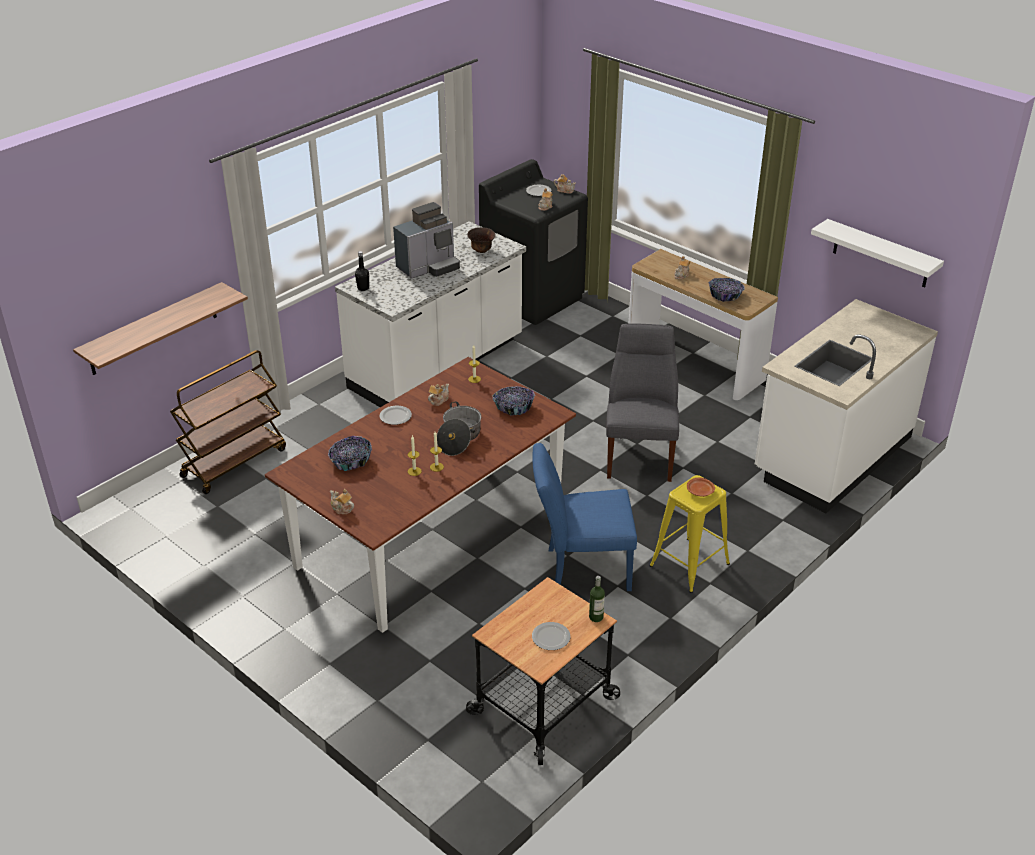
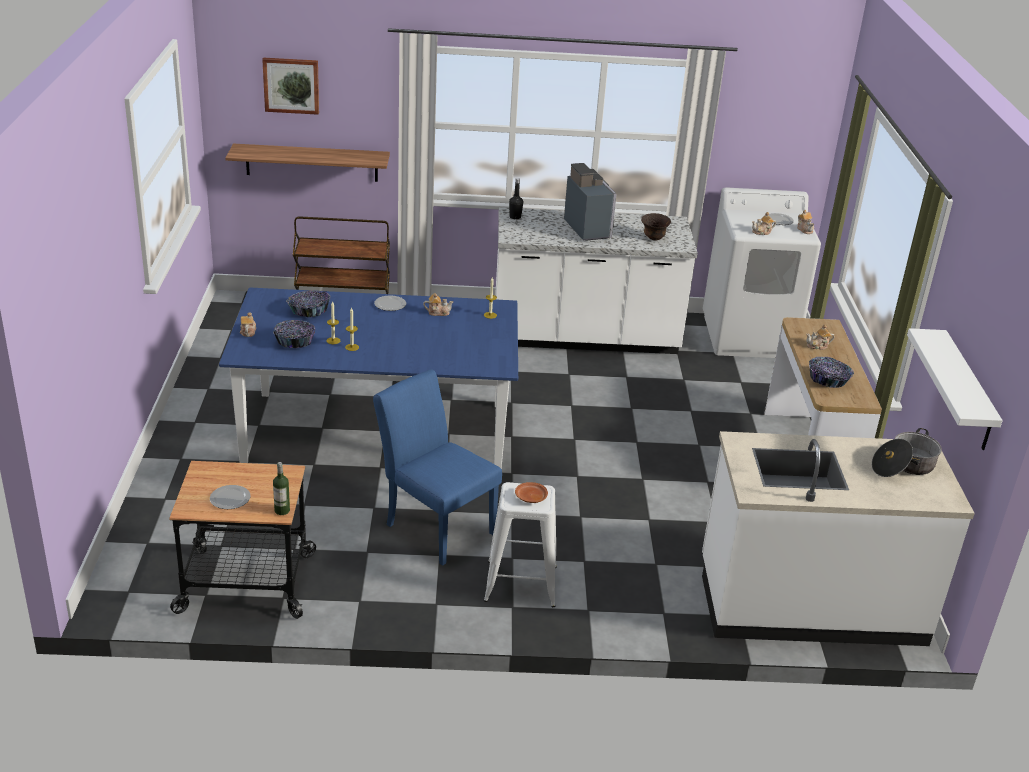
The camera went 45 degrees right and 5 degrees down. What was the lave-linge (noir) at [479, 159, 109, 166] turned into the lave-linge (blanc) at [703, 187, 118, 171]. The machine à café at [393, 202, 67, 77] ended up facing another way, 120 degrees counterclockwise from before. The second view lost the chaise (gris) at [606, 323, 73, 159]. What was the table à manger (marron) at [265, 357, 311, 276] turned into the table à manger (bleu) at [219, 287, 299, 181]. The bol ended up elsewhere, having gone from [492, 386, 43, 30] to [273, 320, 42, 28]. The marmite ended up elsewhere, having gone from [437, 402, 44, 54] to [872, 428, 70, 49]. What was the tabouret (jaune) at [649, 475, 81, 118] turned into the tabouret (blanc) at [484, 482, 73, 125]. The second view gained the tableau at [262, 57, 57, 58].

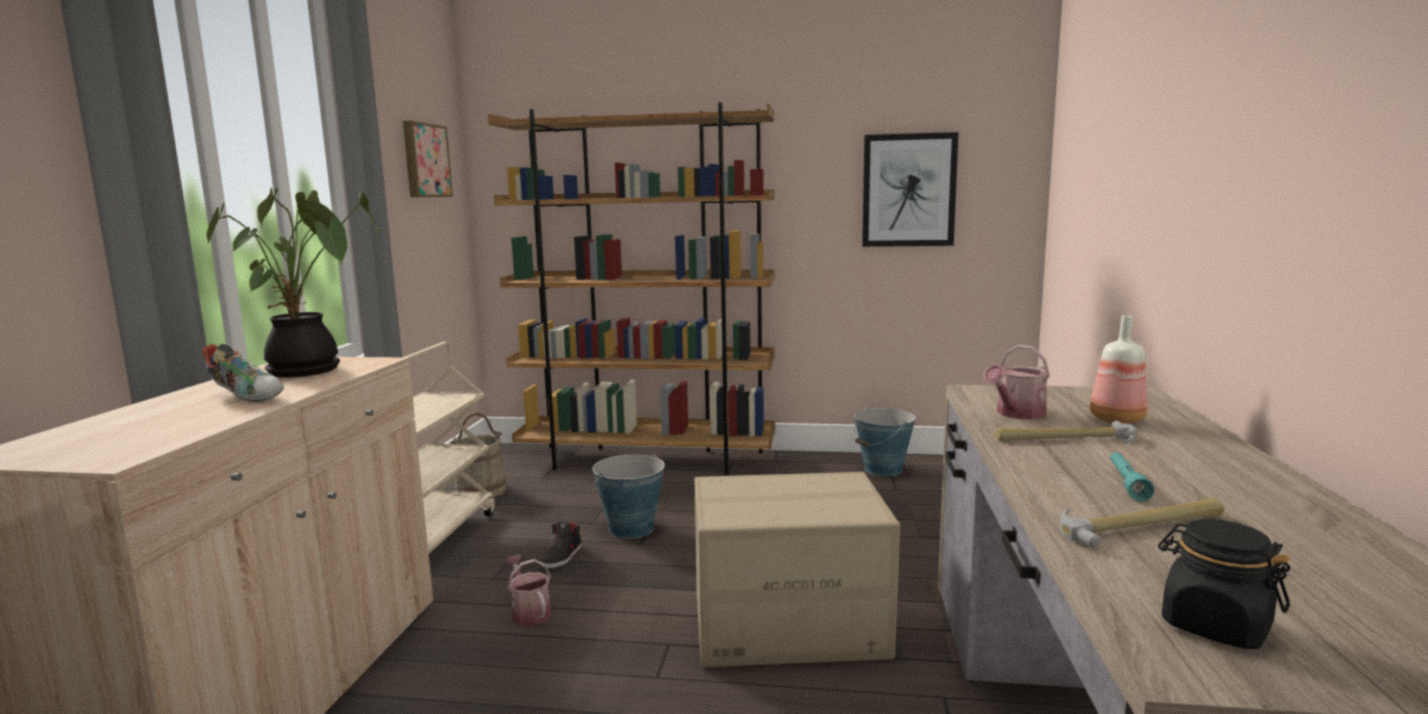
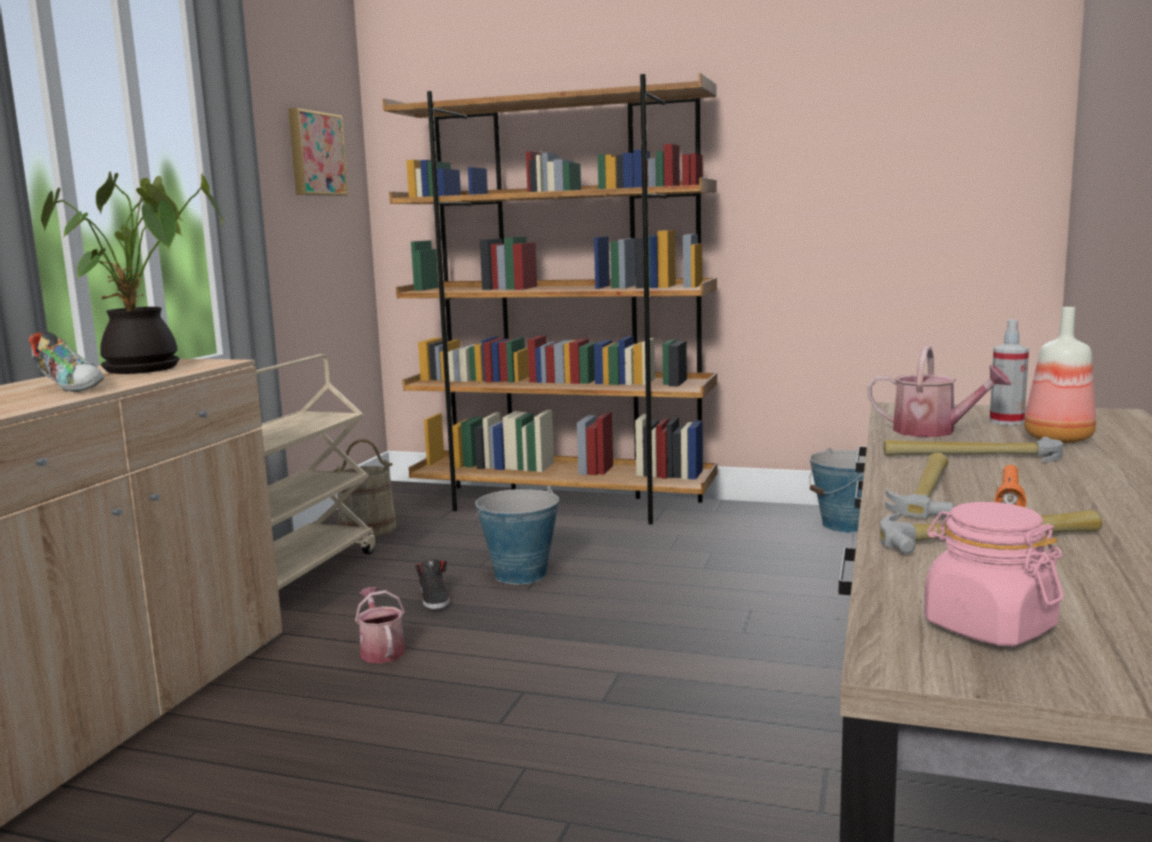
The camera went 10 degrees right and 0 degrees up. The second view lost the tableau at [862, 132, 97, 115]. The arrosoir at [984, 345, 66, 74] ended up facing another way, 120 degrees counterclockwise from before. What was the lampe de poche (turquoise) at [1110, 452, 44, 49] turned into the lampe de poche (orange) at [995, 465, 32, 42]. The second view lost the carton at [695, 472, 205, 195]. What was the bocal (noir) at [1158, 519, 132, 130] turned into the bocal (rose) at [924, 502, 139, 144]. The chaussure (noir) at [541, 522, 41, 46] ended up facing another way, 45 degrees counterclockwise from before. The second view gained the vaporisateur at [990, 320, 39, 105]. The second view gained the marteau at [885, 453, 70, 65].

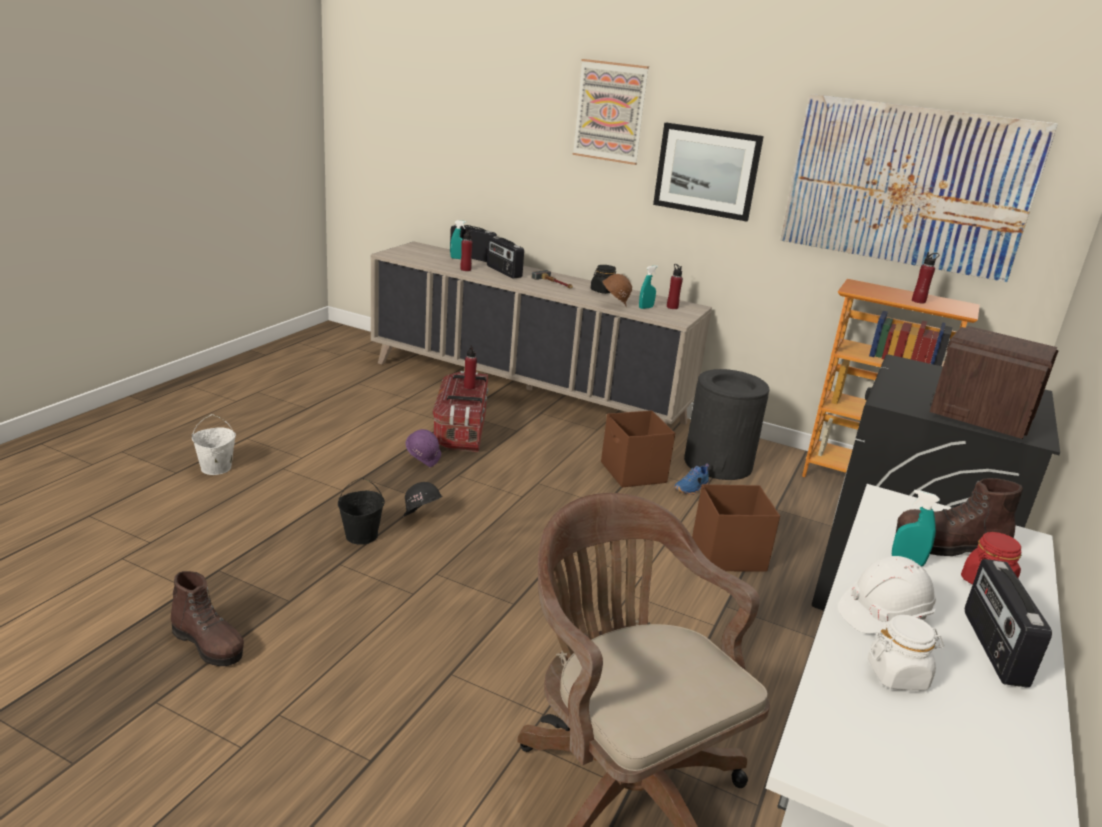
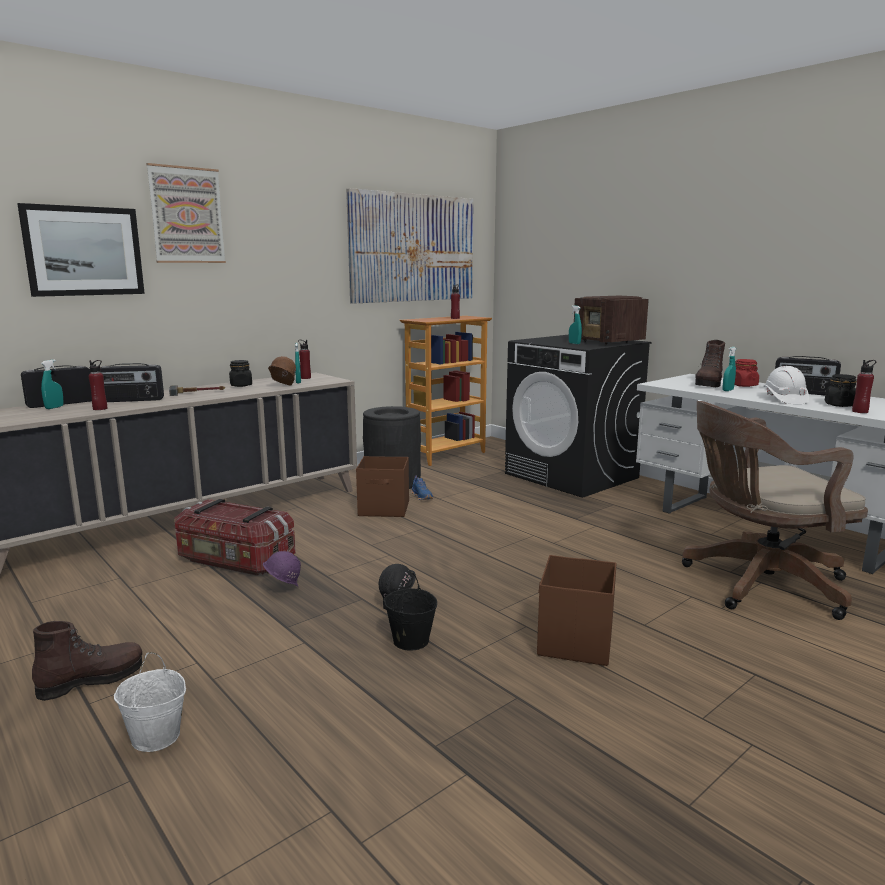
The camera went 65 degrees left and 10 degrees down. The tableau ended up elsewhere, having gone from [653, 122, 111, 100] to [17, 203, 128, 94]. The bouteille (rouge) ended up elsewhere, having gone from [464, 345, 13, 44] to [852, 360, 24, 53]. The boîte de rangement (marron) ended up elsewhere, having gone from [692, 484, 88, 88] to [537, 555, 79, 111]. The botte (marron) ended up elsewhere, having gone from [171, 571, 73, 95] to [32, 621, 110, 80]. What was the bocal (blanc) at [868, 615, 76, 75] turned into the bocal (noir) at [825, 374, 32, 33]. The second view gained the vaporisateur (turquoise) at [569, 305, 13, 39].

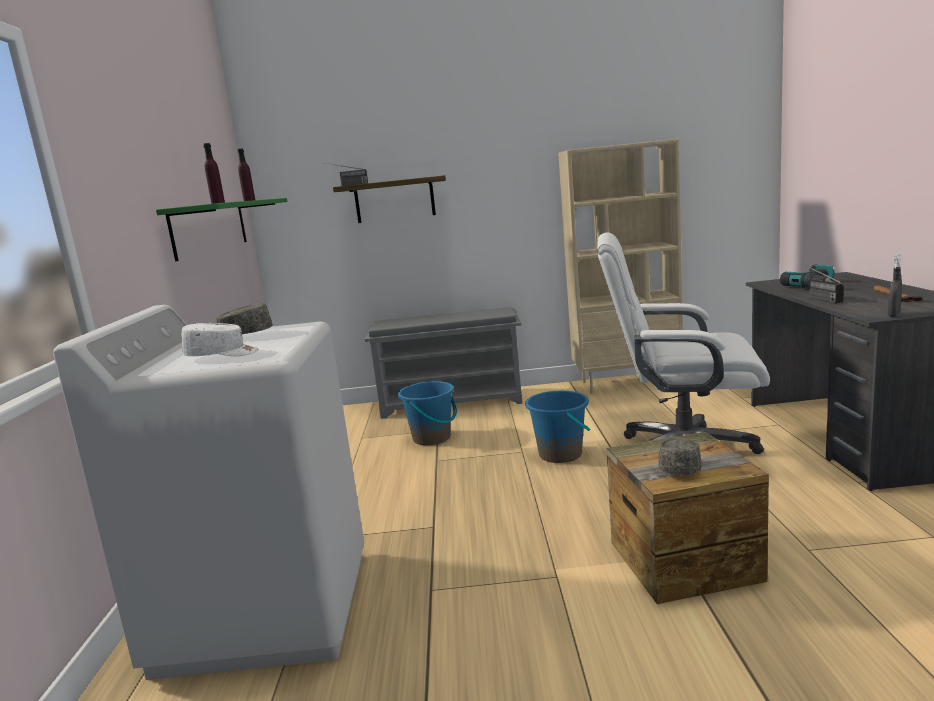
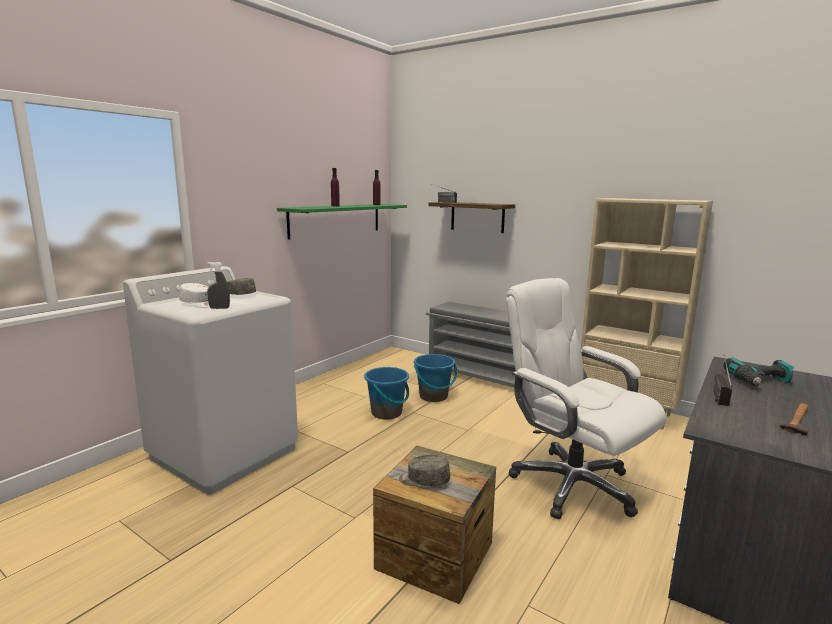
The camera went 35 degrees right and 0 degrees up. The vaporisateur (gris) ended up elsewhere, having gone from [888, 254, 14, 63] to [207, 262, 23, 47]. The seau (bleu) ended up elsewhere, having gone from [525, 391, 65, 72] to [364, 367, 45, 53]. The casquette (gris) at [659, 438, 42, 37] ended up facing another way, 135 degrees counterclockwise from before.

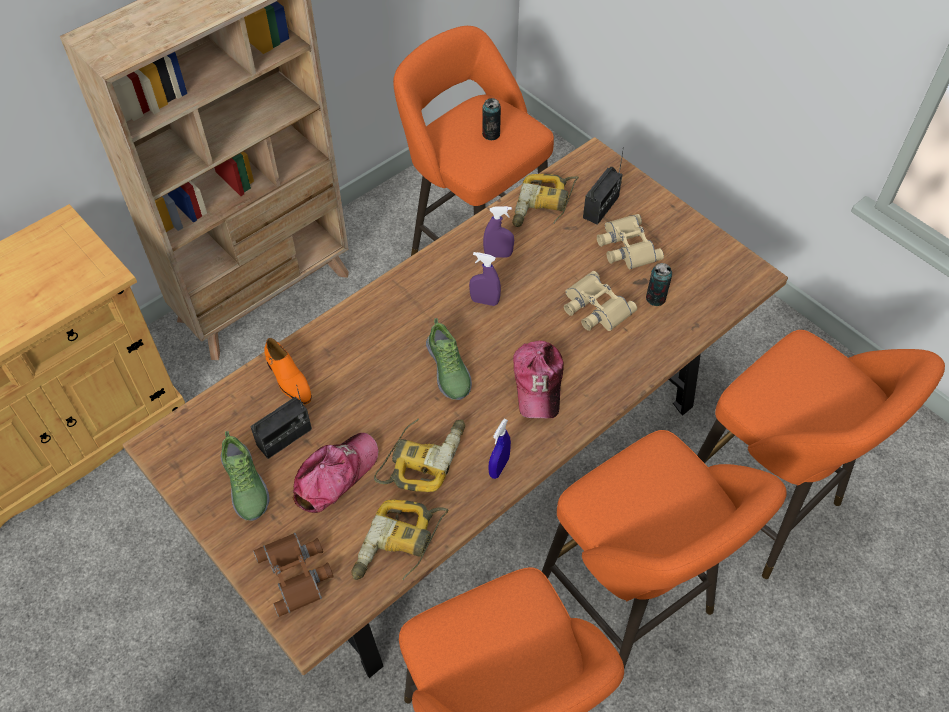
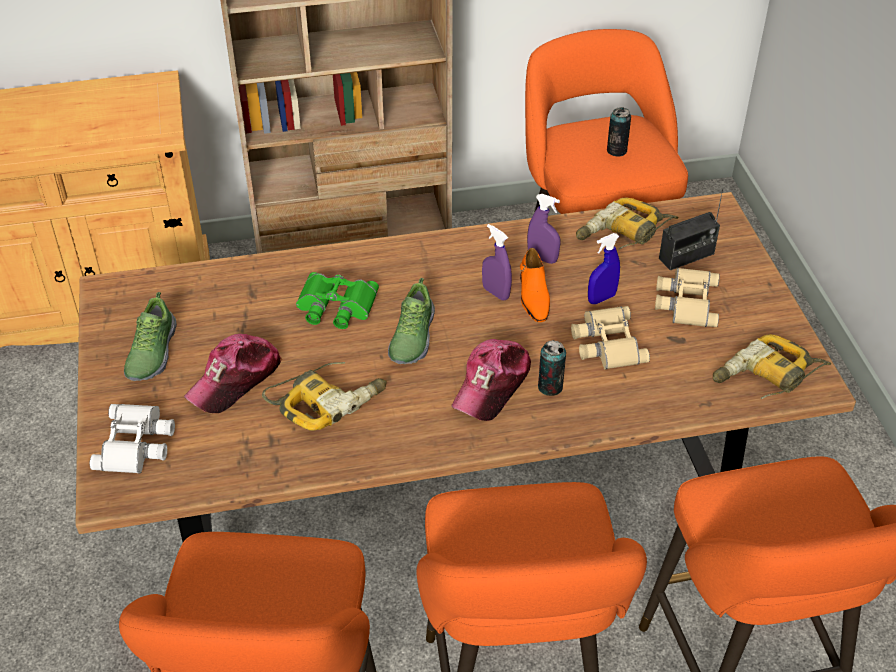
The camera went 30 degrees right and 10 degrees down. The boîte métallique ended up elsewhere, having gone from [646, 263, 26, 43] to [538, 340, 28, 56]. The chaussure (orange) ended up elsewhere, having gone from [264, 338, 48, 66] to [520, 248, 30, 74]. The second view lost the radio at [250, 385, 62, 74]. The vaporisateur (bleu) ended up elsewhere, having gone from [489, 419, 22, 60] to [588, 233, 32, 71]. The casquette at [292, 433, 86, 80] ended up facing another way, 150 degrees clockwise from before. The perceuse ended up elsewhere, having gone from [351, 499, 97, 81] to [713, 334, 118, 65]. What was the jumelles (marron) at [253, 533, 81, 84] turned into the jumelles (blanc) at [89, 404, 86, 70]. The second view gained the jumelles (vert) at [296, 272, 83, 57].

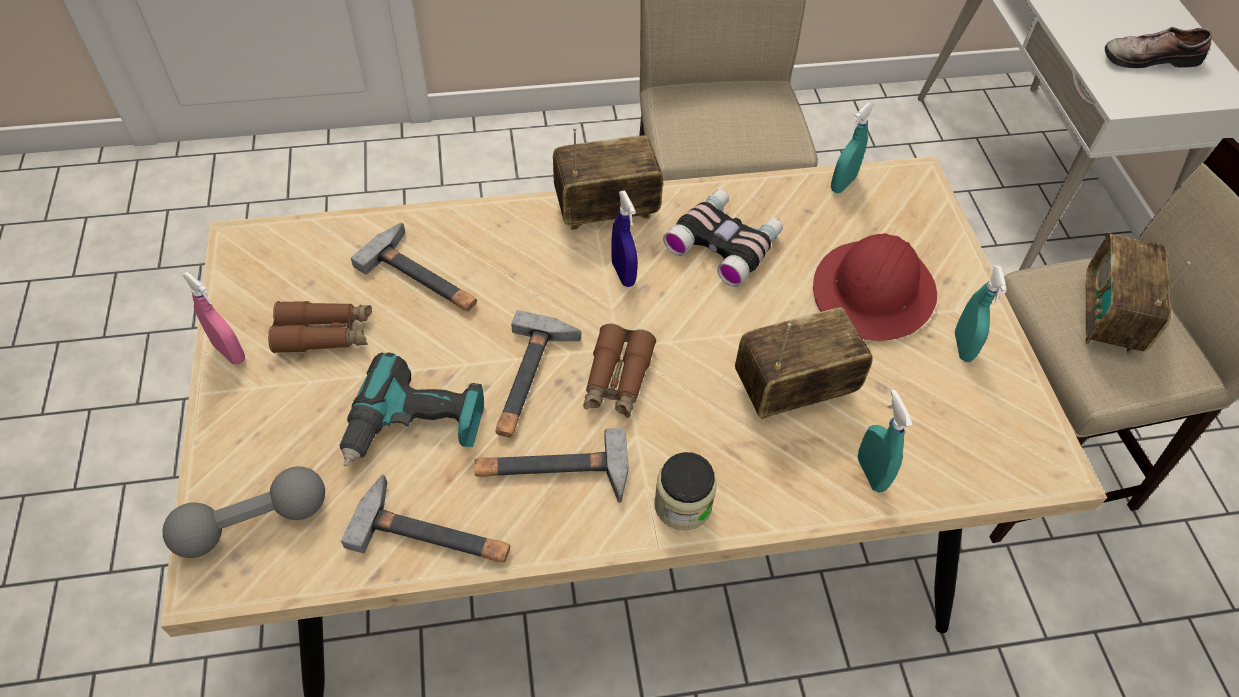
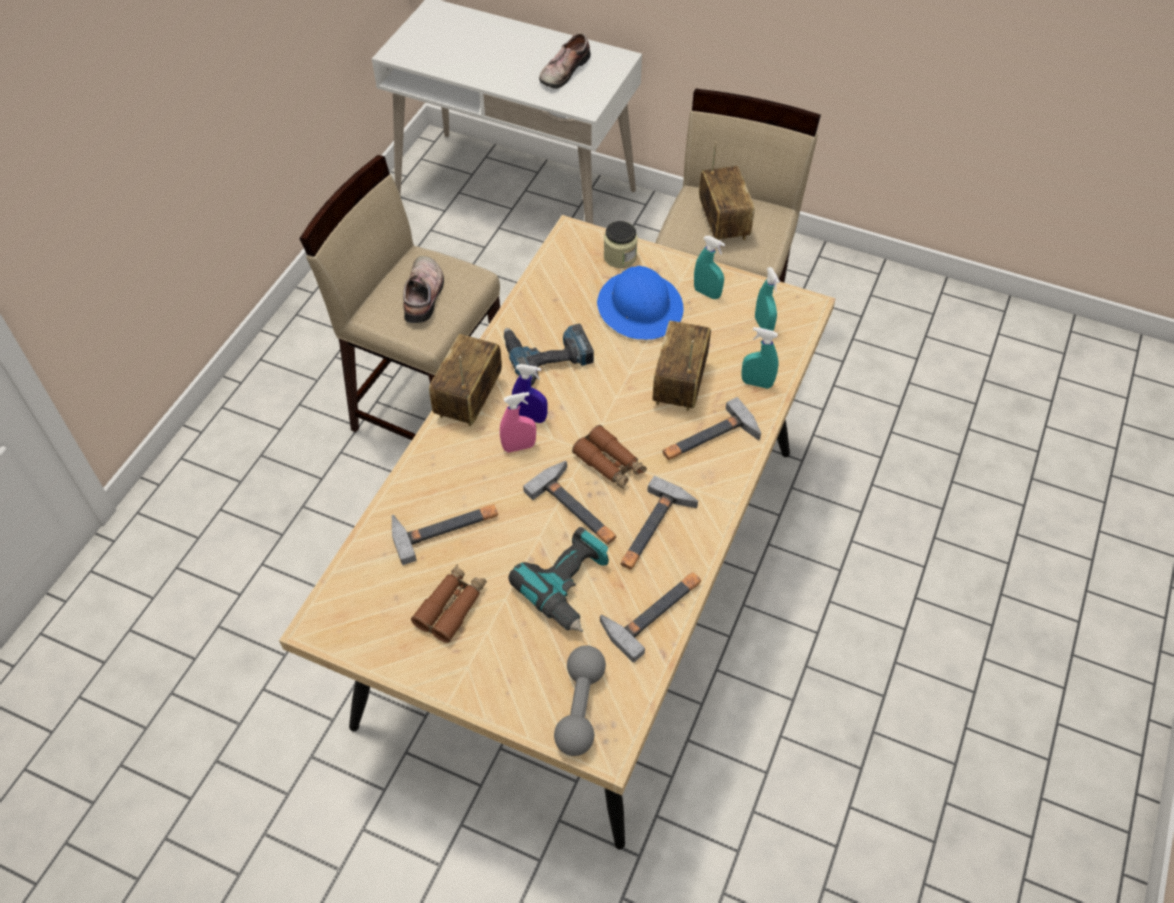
The camera went 55 degrees left and 0 degrees up. The vaporisateur (turquoise) ended up elsewhere, having gone from [831, 102, 43, 91] to [755, 267, 25, 64]. Where the jumelles stood at [663, 189, 120, 98], the perceuse came to stand at [504, 323, 90, 63]. What was the casque de chantier (rouge) at [813, 233, 124, 108] turned into the casque de chantier (bleu) at [597, 266, 87, 74]. The radio at [1085, 234, 105, 120] ended up facing another way, 150 degrees counterclockwise from before. The vaporisateur (rose) ended up elsewhere, having gone from [182, 271, 63, 94] to [500, 392, 36, 60]. The bocal ended up elsewhere, having gone from [654, 452, 63, 79] to [604, 221, 34, 47]. The second view gained the chaussure at [403, 256, 41, 67]. The second view gained the marteau at [663, 397, 98, 63].

